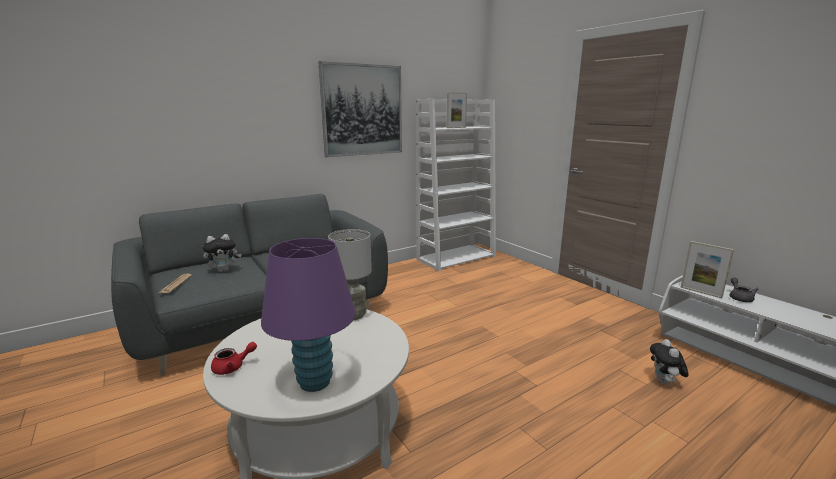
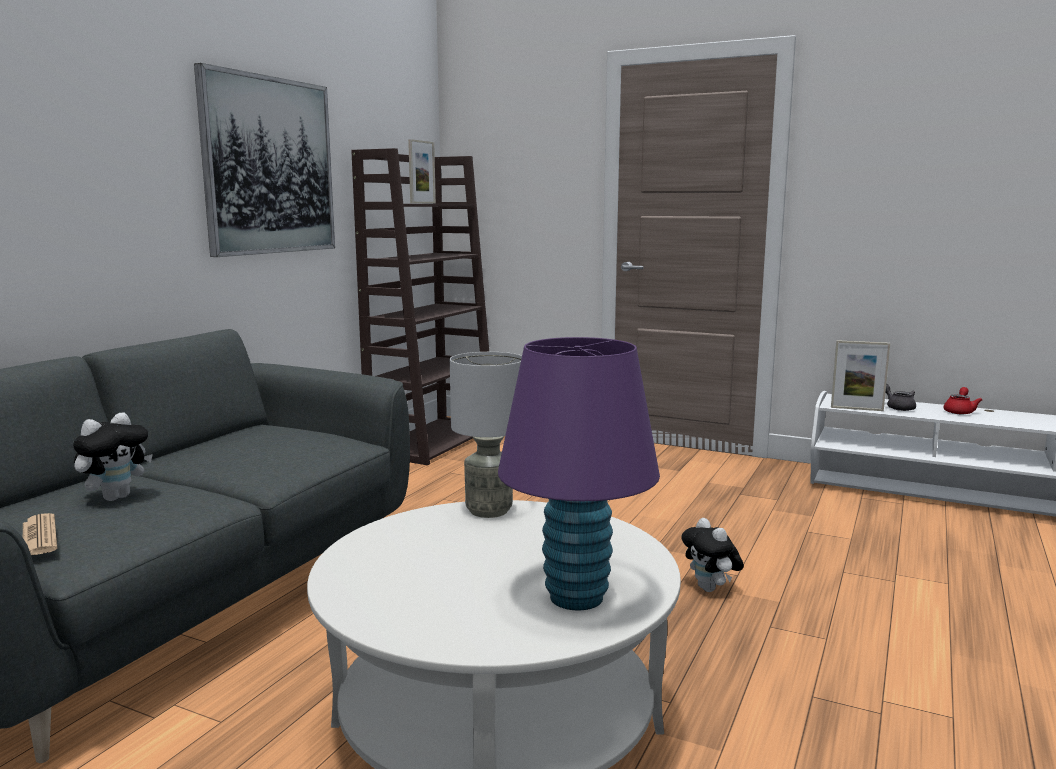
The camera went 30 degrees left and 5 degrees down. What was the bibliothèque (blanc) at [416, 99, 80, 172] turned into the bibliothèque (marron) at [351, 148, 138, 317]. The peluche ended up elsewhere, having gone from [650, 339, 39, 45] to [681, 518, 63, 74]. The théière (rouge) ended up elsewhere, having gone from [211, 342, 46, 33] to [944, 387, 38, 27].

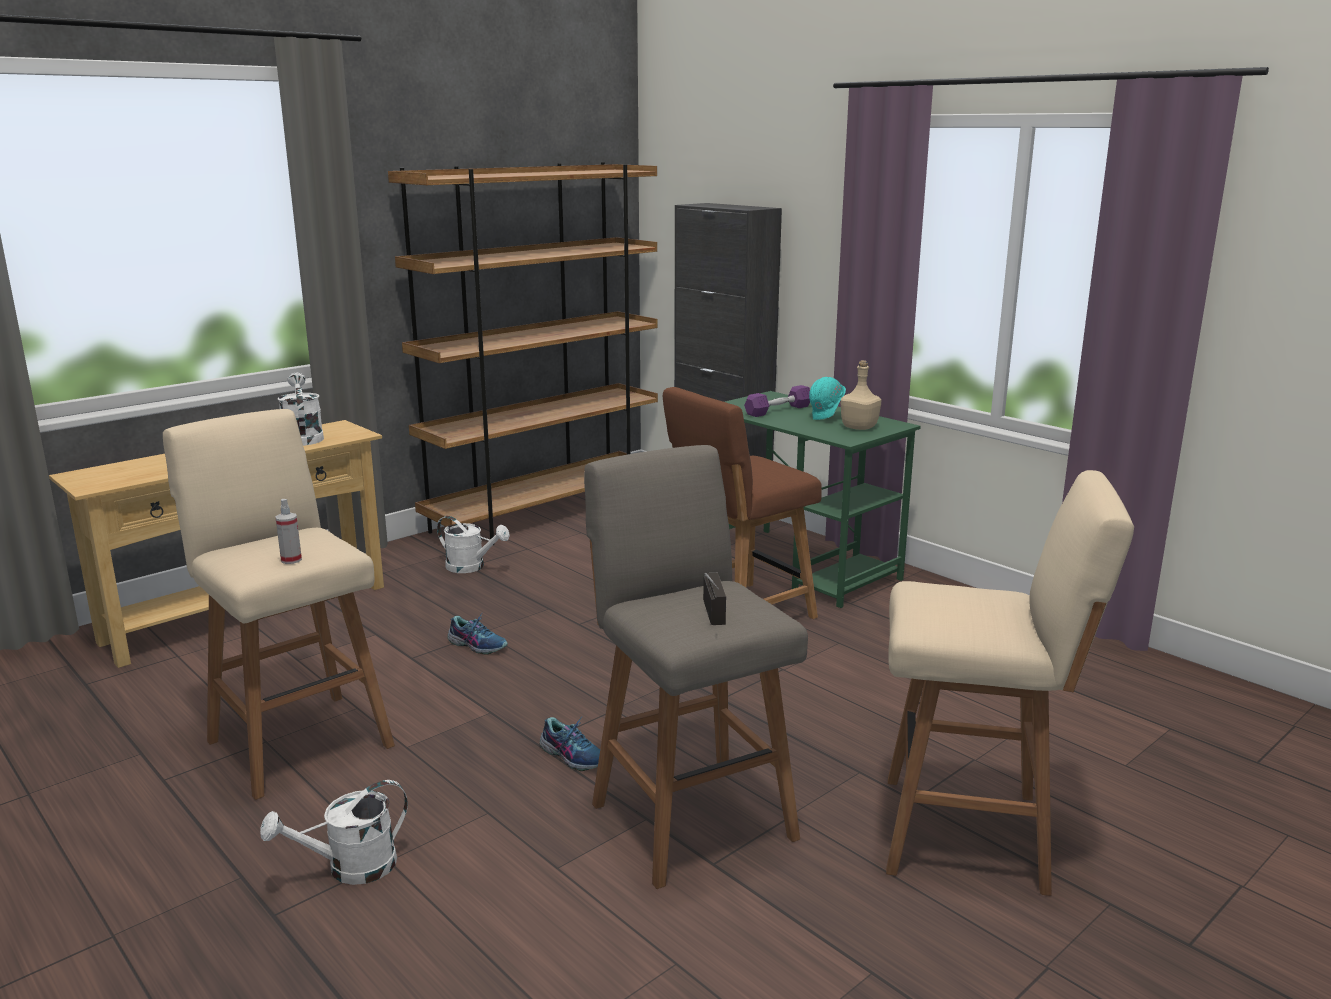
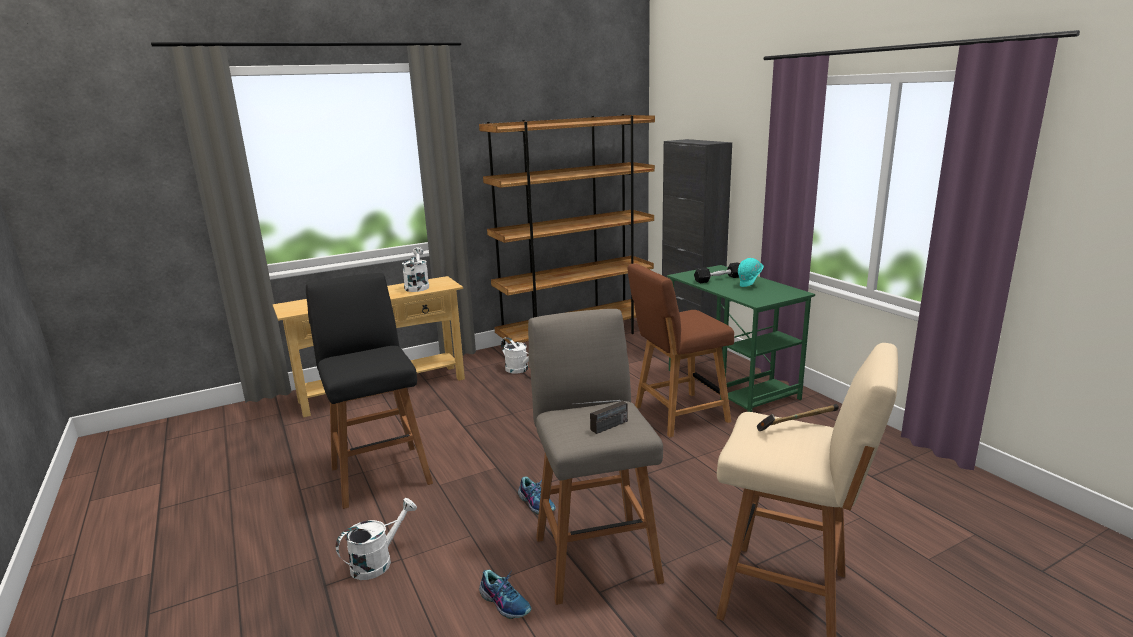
The camera went 15 degrees right and 0 degrees up. The second view lost the bouteille (beige) at [841, 360, 40, 70]. What was the haltère (violet) at [744, 385, 66, 32] turned into the haltère (noir) at [694, 262, 46, 21]. What was the tabouret (beige) at [163, 409, 232, 391] turned into the tabouret (noir) at [306, 273, 127, 236]. The second view lost the vaporisateur at [276, 499, 26, 65]. The radio at [703, 573, 23, 52] ended up facing another way, 45 degrees clockwise from before. The chaussure ended up elsewhere, having gone from [447, 613, 61, 42] to [479, 570, 53, 49]. The arrosoir (blanc) at [260, 780, 148, 105] ended up facing another way, 150 degrees clockwise from before. The second view gained the marteau at [756, 404, 83, 27].

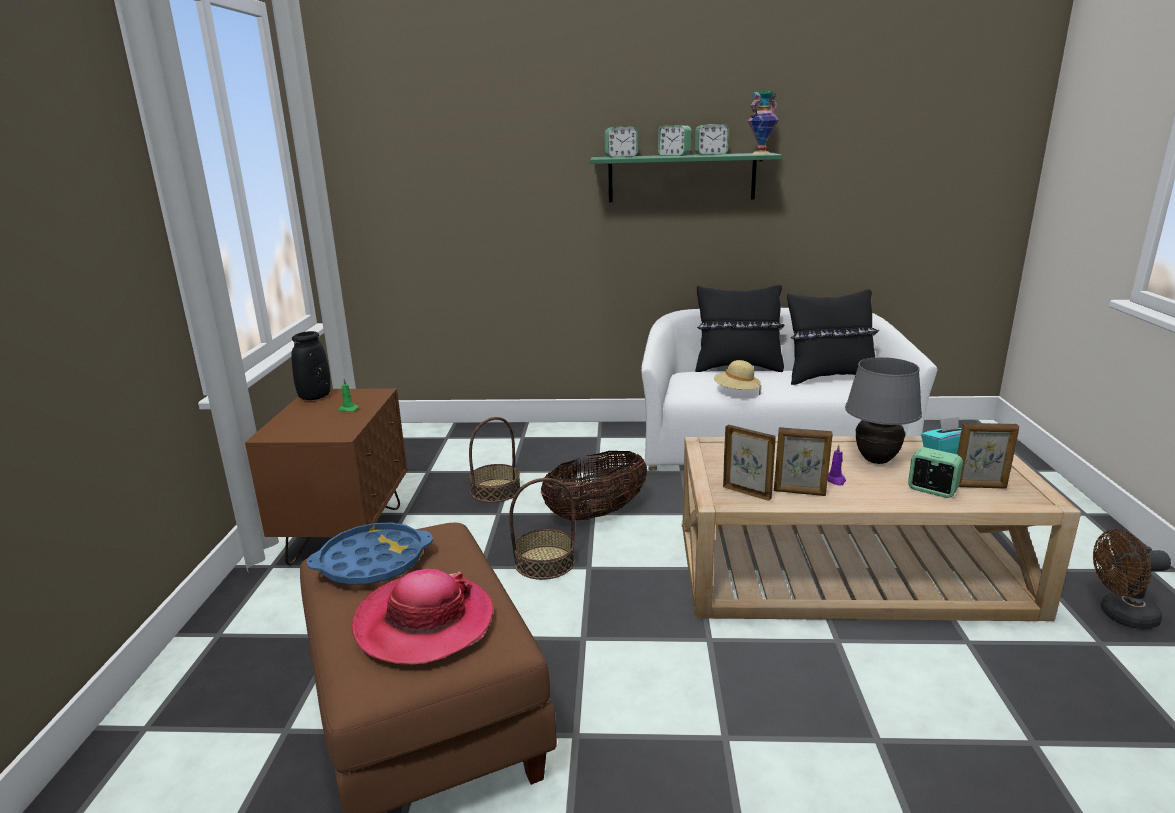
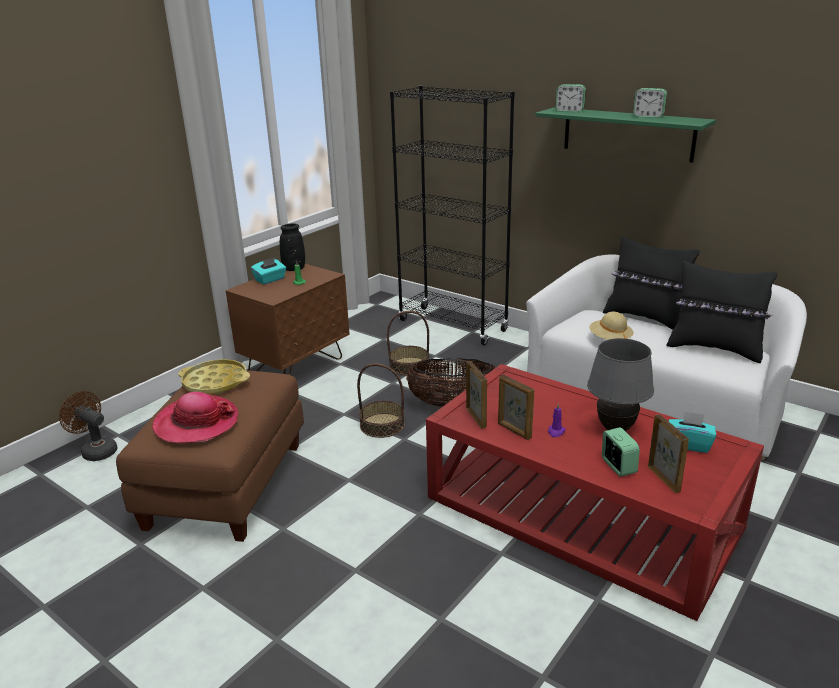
The camera went 35 degrees right and 5 degrees up. The second view lost the vase at [748, 91, 31, 64]. The second view lost the réveil at [658, 125, 34, 31]. The cadre photo at [957, 423, 62, 66] ended up facing another way, 150 degrees counterclockwise from before. What was the table basse (beige) at [682, 436, 399, 185] turned into the table basse (rouge) at [426, 364, 338, 257]. What was the plateau (bleu) at [307, 523, 126, 62] turned into the plateau (jaune) at [178, 359, 72, 35]. The ventilateur (marron) ended up elsewhere, having gone from [1093, 529, 78, 100] to [59, 391, 59, 70]. The second view gained the bibliothèque (noir) at [390, 86, 125, 259]. The second view gained the boîte à mouchoirs (turquoise) at [251, 257, 35, 27].

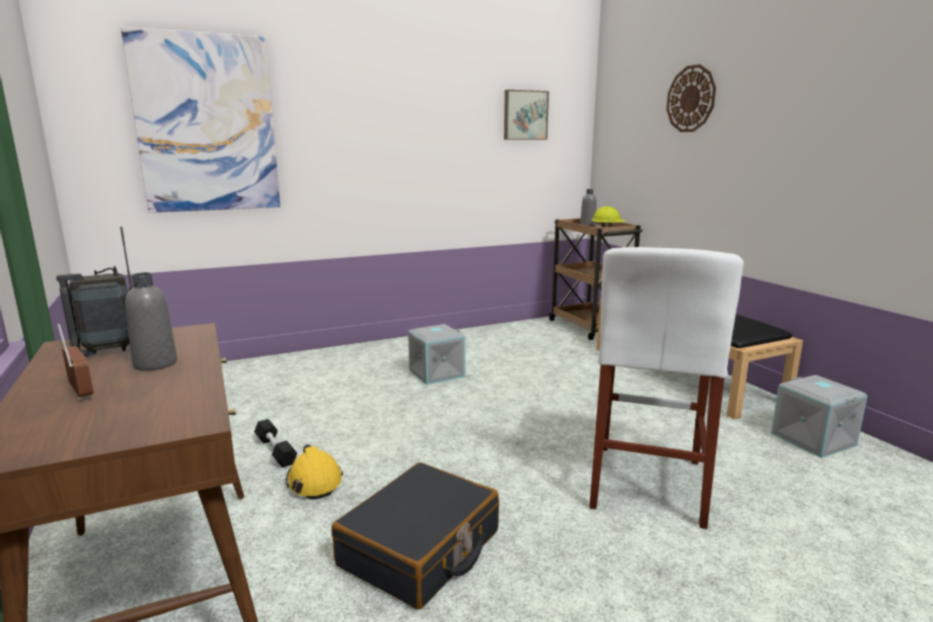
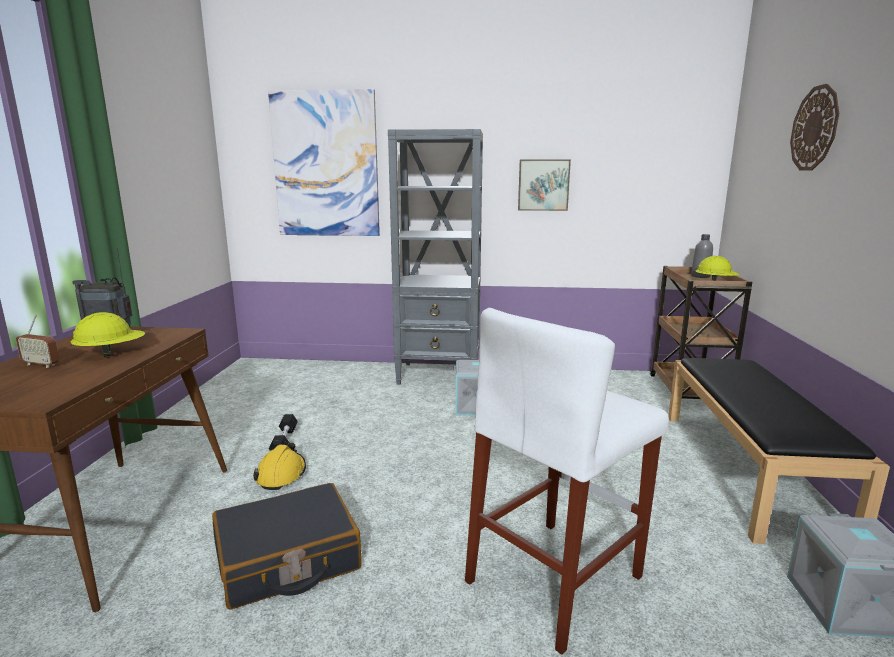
The camera went 30 degrees right and 0 degrees up. The tableau ended up elsewhere, having gone from [504, 90, 45, 50] to [518, 160, 53, 51]. Where the bouteille (gris) stood at [125, 272, 52, 99], the casque de chantier (jaune) came to stand at [71, 312, 74, 45]. The radio at [57, 324, 36, 76] ended up facing another way, 120 degrees clockwise from before. The second view gained the bibliothèque (gris) at [388, 129, 95, 256].

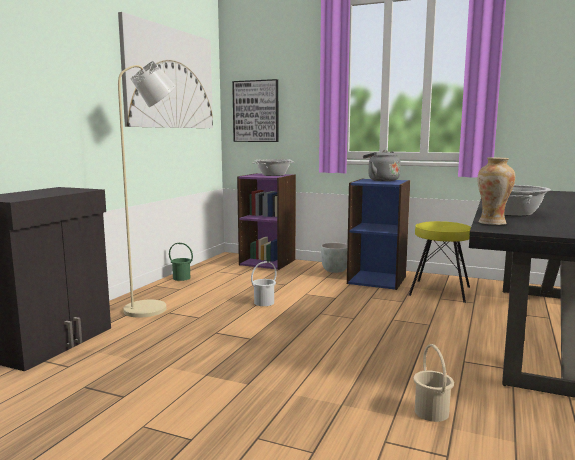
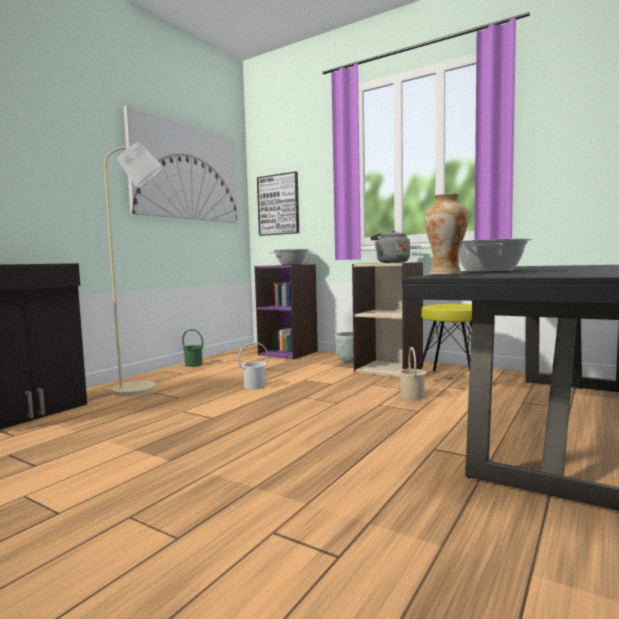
The camera went 10 degrees right and 5 degrees down. What was the bibliothèque (bleu) at [347, 179, 63, 111] turned into the bibliothèque (beige) at [352, 262, 71, 115]. The seau (beige) ended up elsewhere, having gone from [413, 344, 41, 78] to [398, 347, 28, 53].

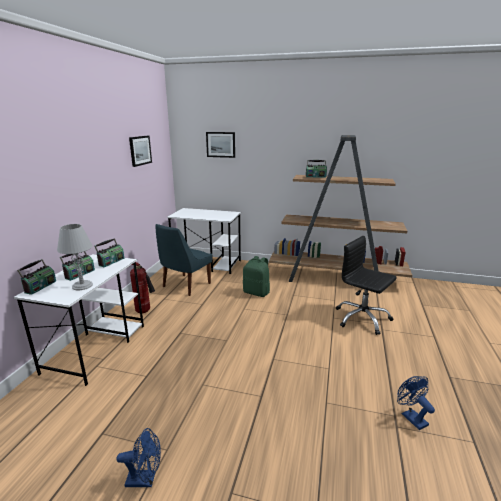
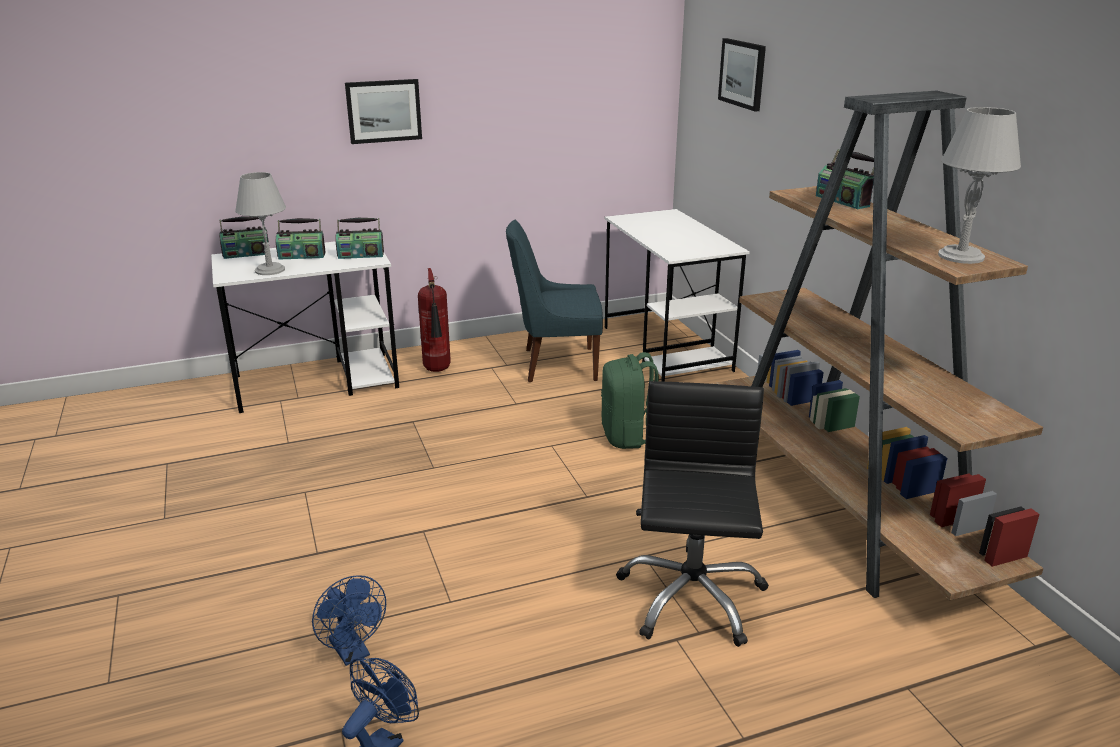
The camera went 55 degrees right and 5 degrees up. The tableau ended up elsewhere, having gone from [129, 136, 23, 31] to [345, 79, 77, 65]. The ventilateur (bleu) ended up elsewhere, having gone from [116, 428, 45, 59] to [312, 575, 74, 91]. The second view gained the lampe de table (gris) at [938, 107, 83, 157].

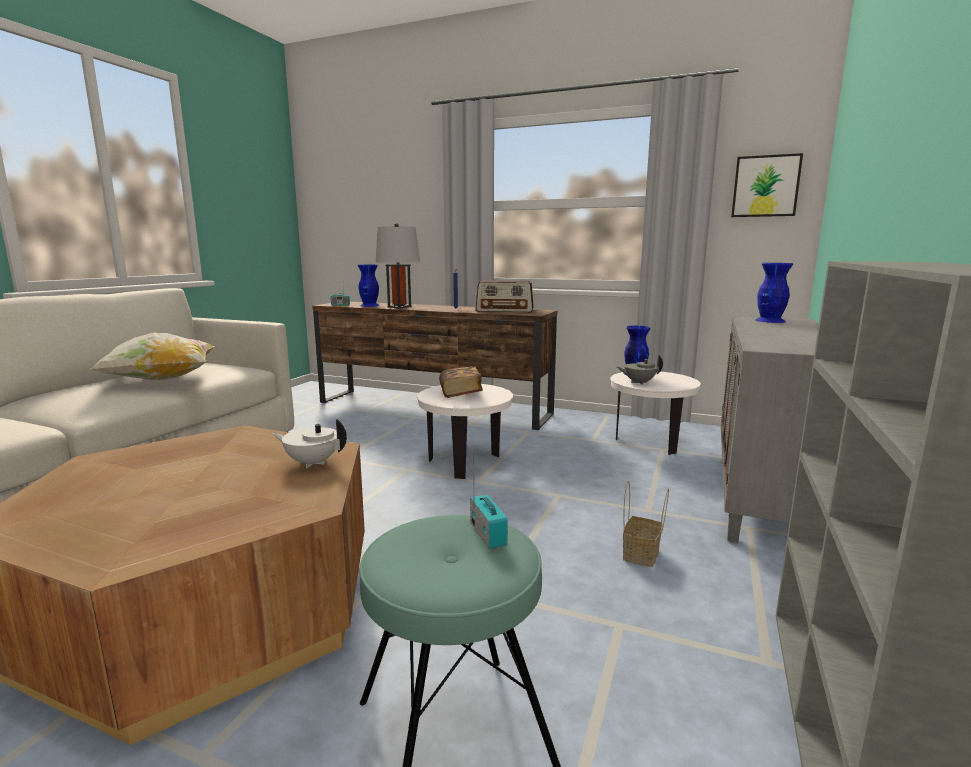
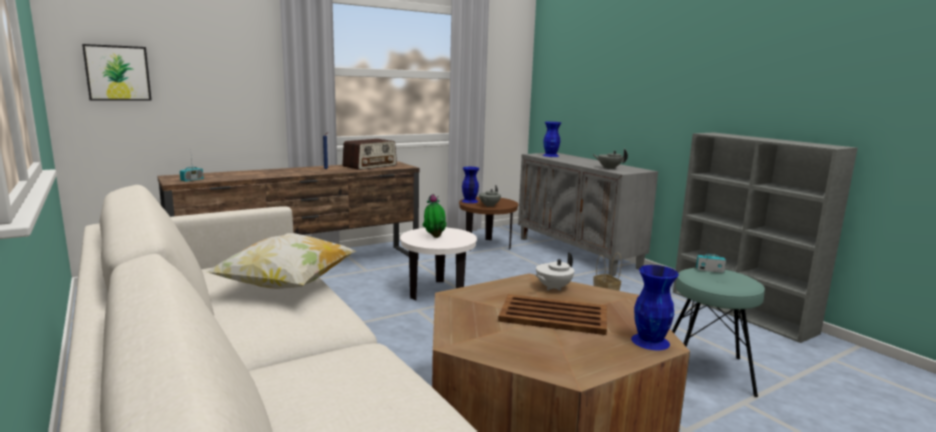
The camera went 55 degrees left and 0 degrees up. The tableau ended up elsewhere, having gone from [731, 153, 72, 64] to [82, 44, 70, 57]. The second view lost the lampe de table (gris) at [375, 223, 45, 85]. The vase (bleu) ended up elsewhere, having gone from [358, 265, 22, 42] to [631, 265, 48, 85]. Where the livre stood at [439, 366, 44, 32], the plante en pot came to stand at [422, 194, 25, 44]. What was the table d'appoint (blanc) at [610, 371, 91, 84] turned into the table d'appoint (marron) at [459, 197, 60, 54]. The second view gained the théière (gris) at [593, 149, 35, 20]. The second view gained the plateau (marron) at [498, 294, 109, 41].

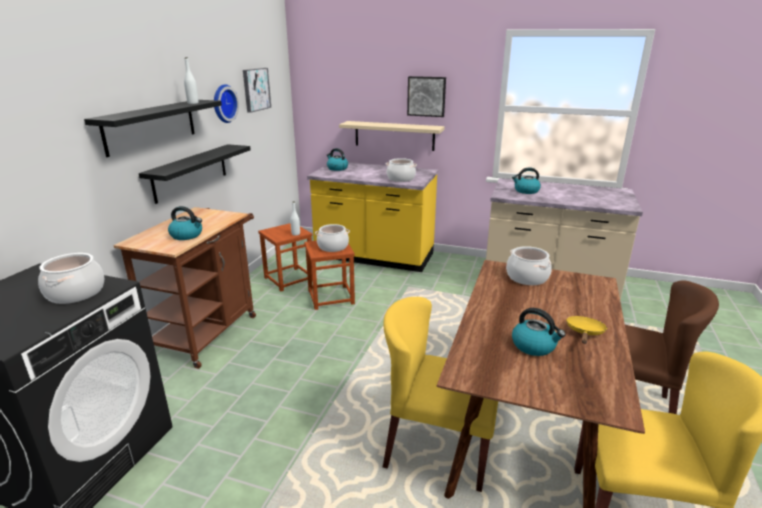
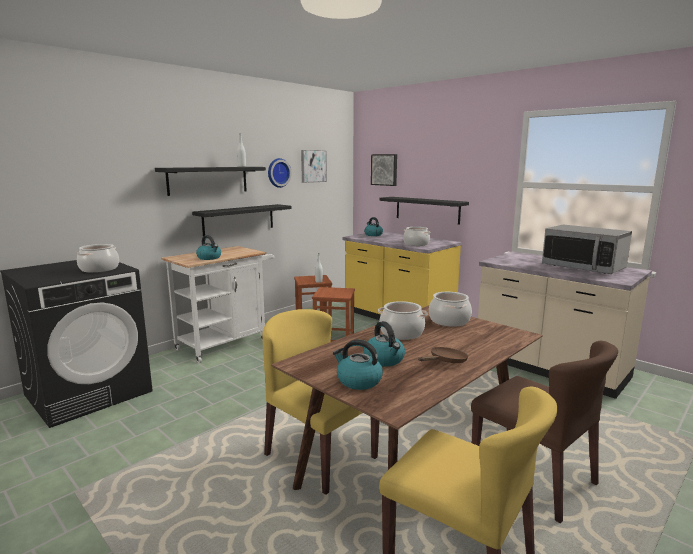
The camera went 25 degrees right and 10 degrees down. The tableau ended up elsewhere, having gone from [407, 76, 39, 41] to [371, 154, 26, 32]. What was the étagère (beige) at [339, 121, 106, 30] turned into the étagère (noir) at [379, 197, 90, 28]. The bouilloire ended up elsewhere, having gone from [512, 167, 29, 27] to [333, 339, 50, 51]. What was the chariot (marron) at [114, 207, 142, 162] turned into the chariot (blanc) at [161, 246, 113, 117]. The marmite ended up elsewhere, having gone from [315, 224, 35, 28] to [378, 301, 50, 39]. What was the poêle (jaune) at [566, 316, 42, 28] turned into the poêle (marron) at [418, 347, 51, 16]. The second view gained the micro-ondes at [542, 225, 90, 49].

